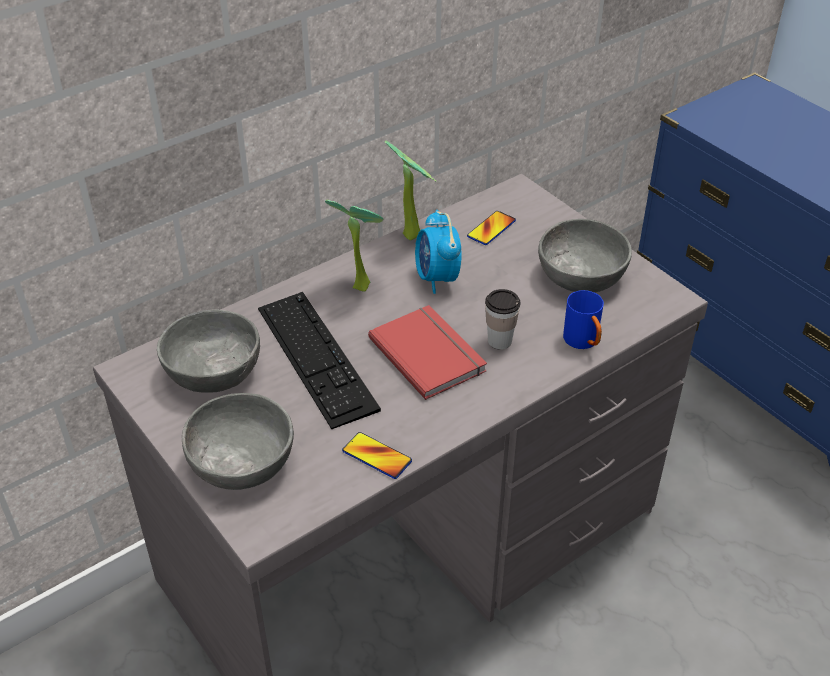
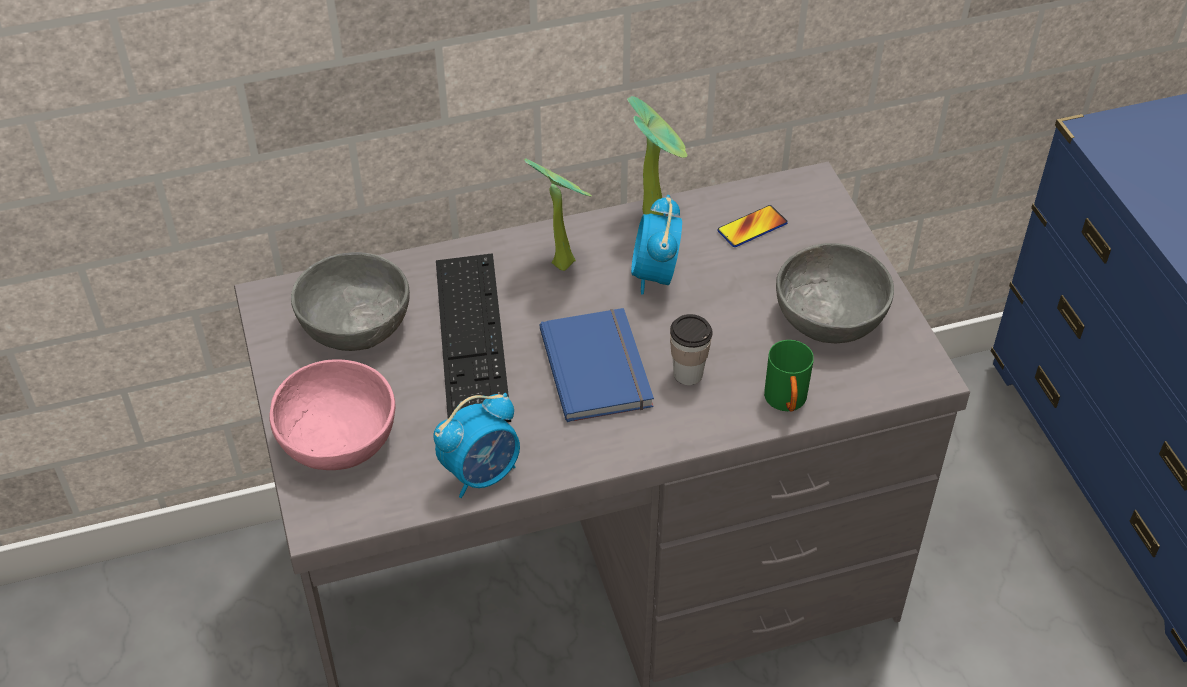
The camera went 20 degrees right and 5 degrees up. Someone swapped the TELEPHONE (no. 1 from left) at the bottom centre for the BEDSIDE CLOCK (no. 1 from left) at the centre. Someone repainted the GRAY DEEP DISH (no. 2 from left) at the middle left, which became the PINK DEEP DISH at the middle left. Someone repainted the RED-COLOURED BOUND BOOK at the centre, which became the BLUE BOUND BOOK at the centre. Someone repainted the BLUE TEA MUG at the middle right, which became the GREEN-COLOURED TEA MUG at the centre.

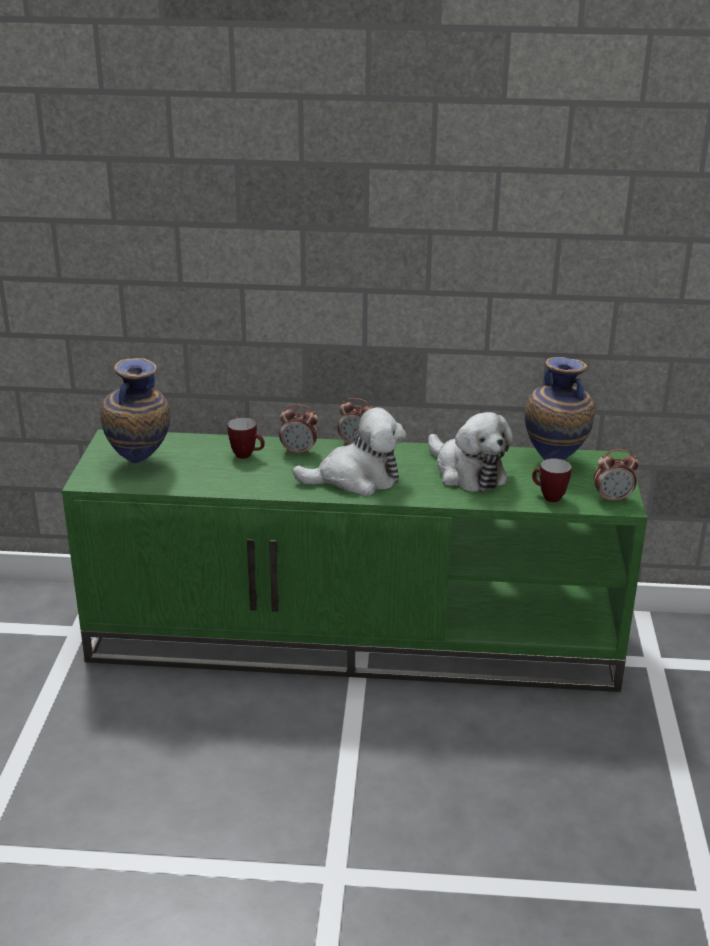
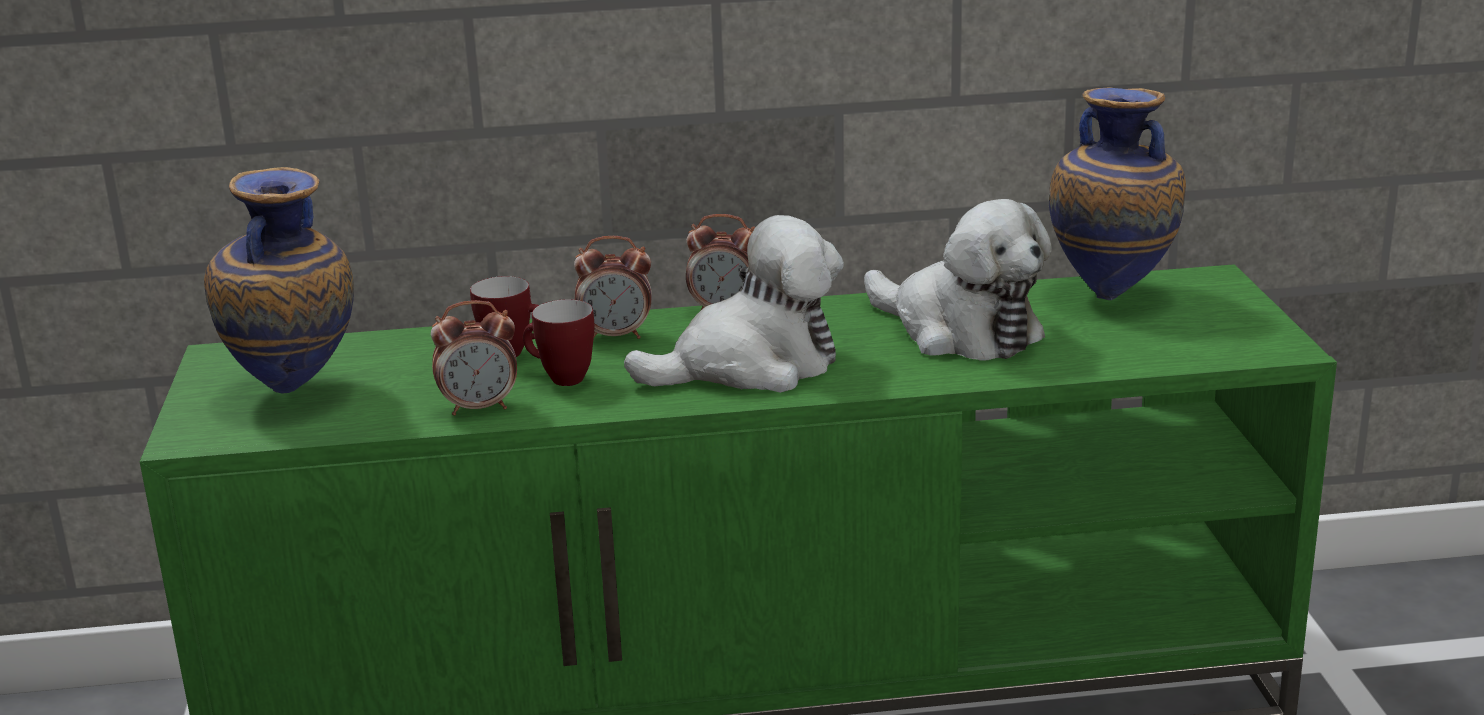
The camera went 10 degrees left and 5 degrees down. Someone carried the TEA MUG (no. 2 from left) from the middle right to the centre. Someone carried the BEDSIDE CLOCK (no. 3 from left in the first image) from the middle right to the middle left.

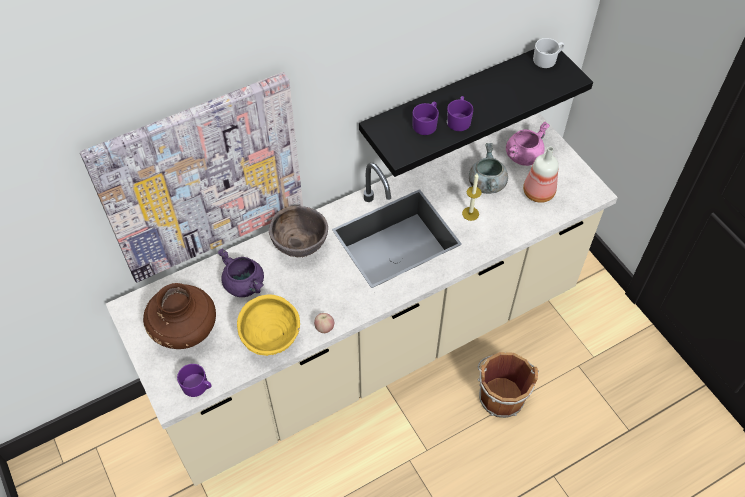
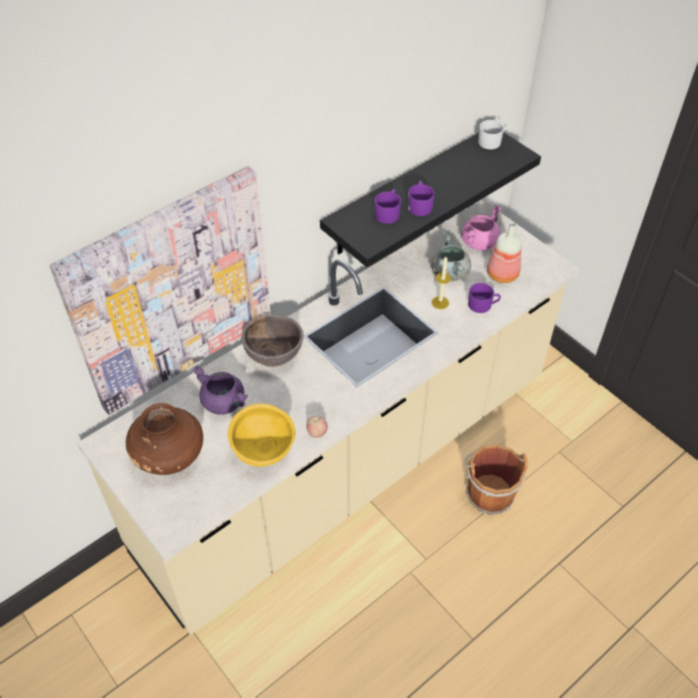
The camera went 10 degrees left and 5 degrees down. Someone carried the PURPLE TEA MUG (no. 1 from left in the first image) from the bottom left to the middle right.

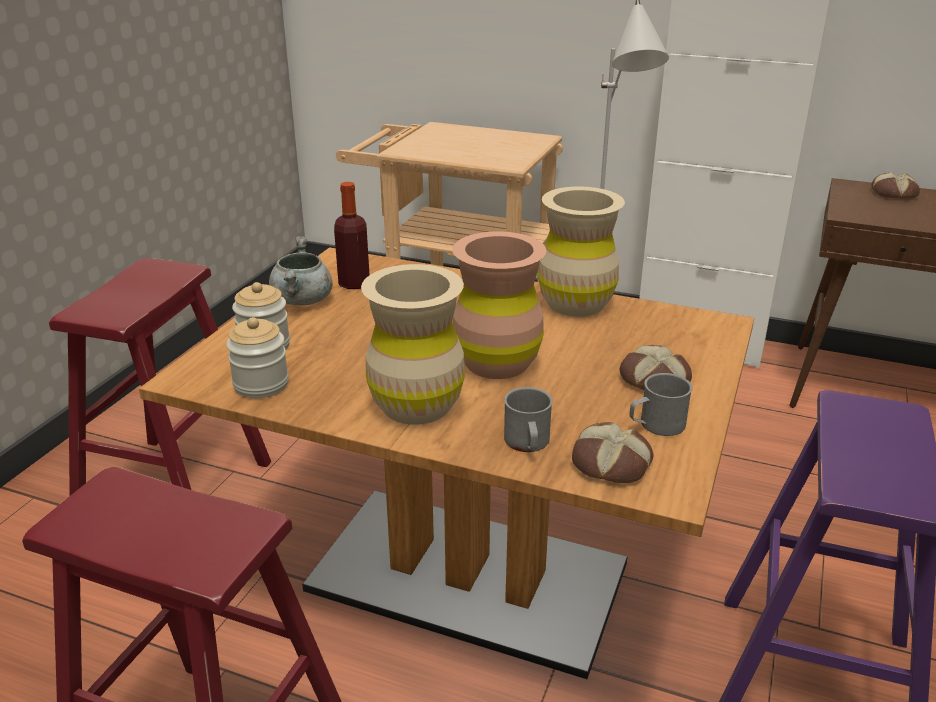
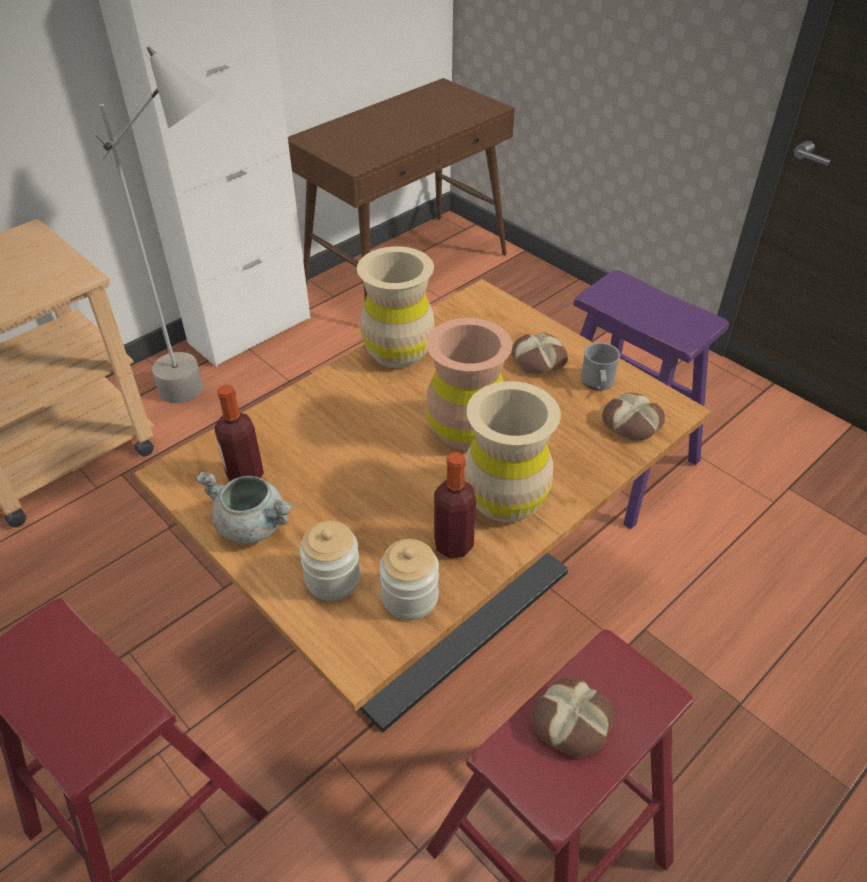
The camera went 65 degrees left and 15 degrees up. Someone took away the GRAY TEA MUG (no. 1 from left) at the centre. Someone put down the BOTTLE (no. 2 from left) at the centre. Someone carried the BAKED BREAD (no. 3 from left in the first image) from the top right to the bottom centre.

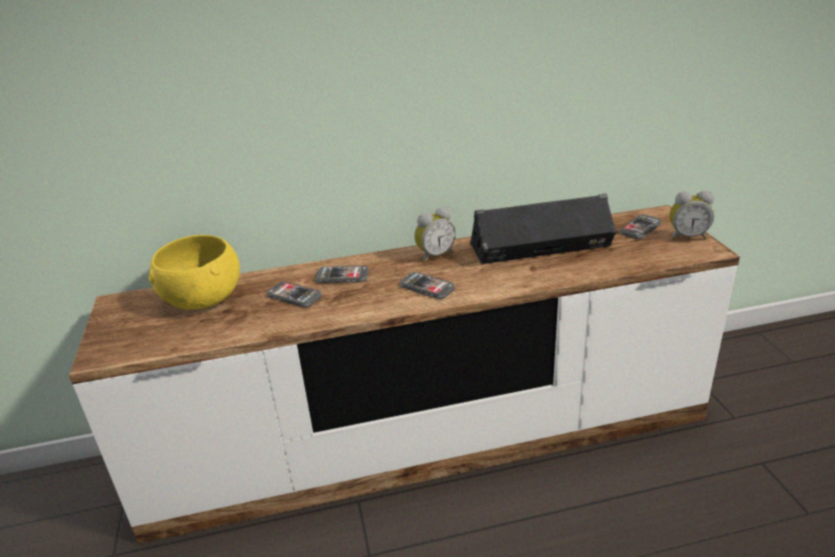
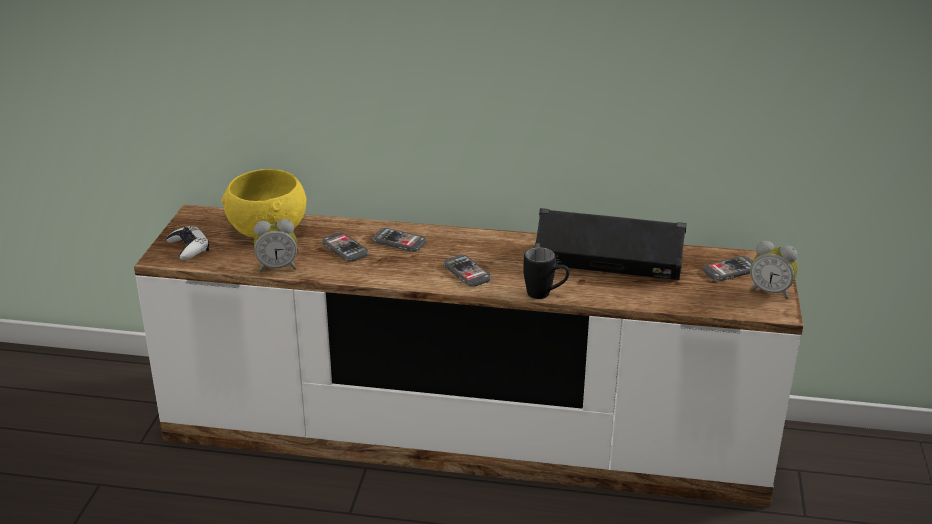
The camera went 20 degrees right and 0 degrees up. Someone put down the WHITE GAME CONTROLLER at the middle left. Someone put down the BLACK-COLOURED TEA MUG at the centre. Someone carried the BEDSIDE CLOCK (no. 1 from left) from the centre to the middle left.

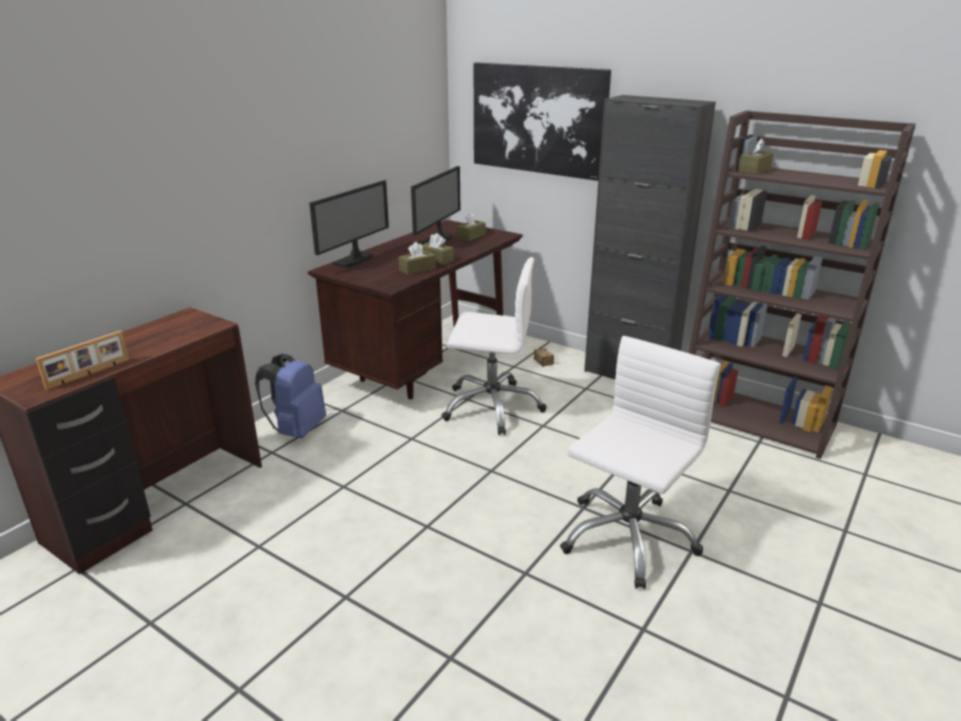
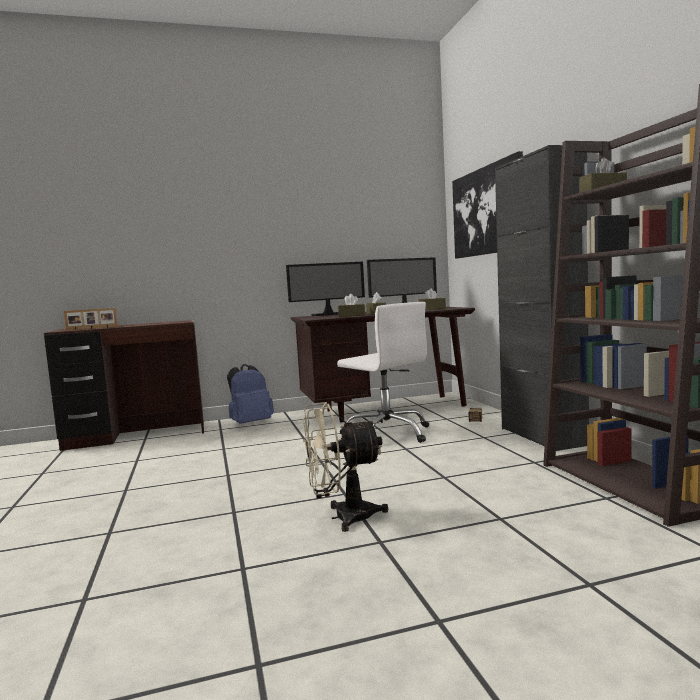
The camera went 40 degrees right and 20 degrees down. Someone swapped the WHITE COMPUTER CHAIR (no. 2 from left) at the centre for the SAND-COLOURED ELECTRIC FAN at the bottom centre.

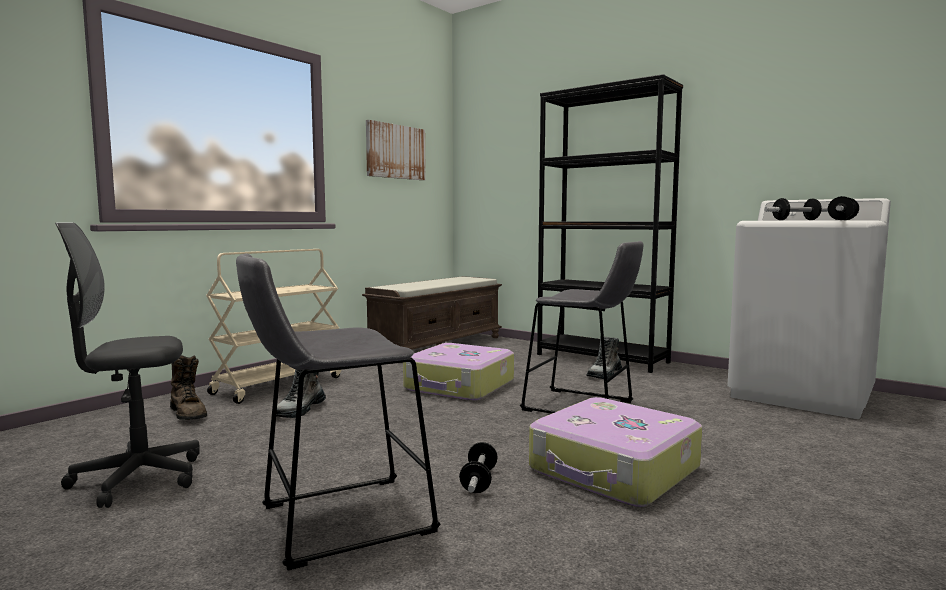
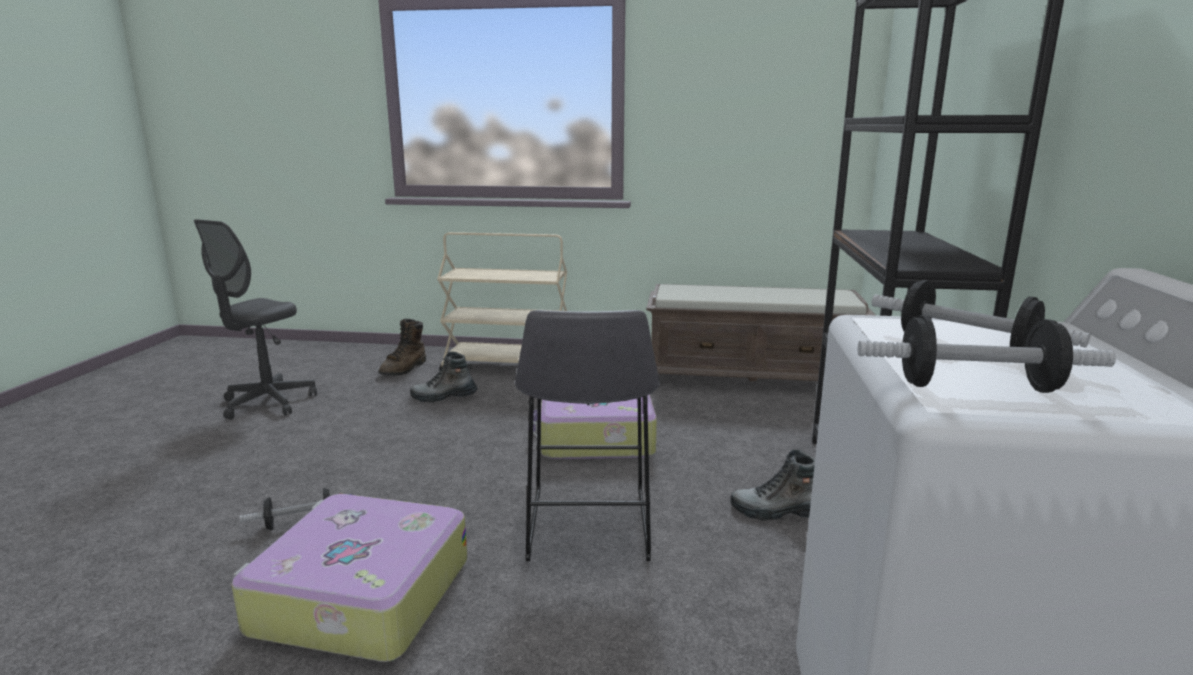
The camera went 60 degrees right and 10 degrees up. Someone took away the GRAY SITTING STOOL (no. 1 from left) at the bottom centre. Someone took away the WALL ART at the top centre. Someone rotated the GRAY COMPUTER CHAIR at the middle left by 105 degrees counterclockwise.

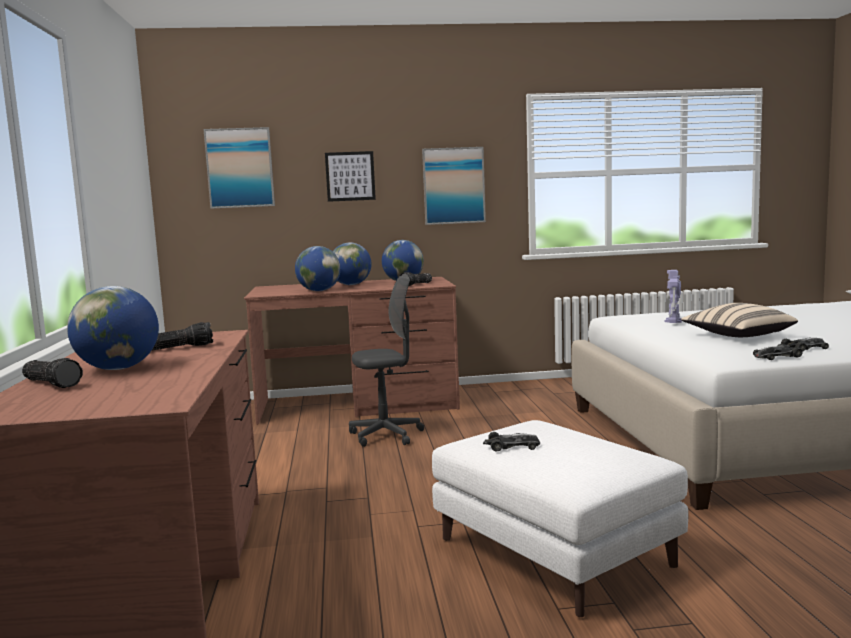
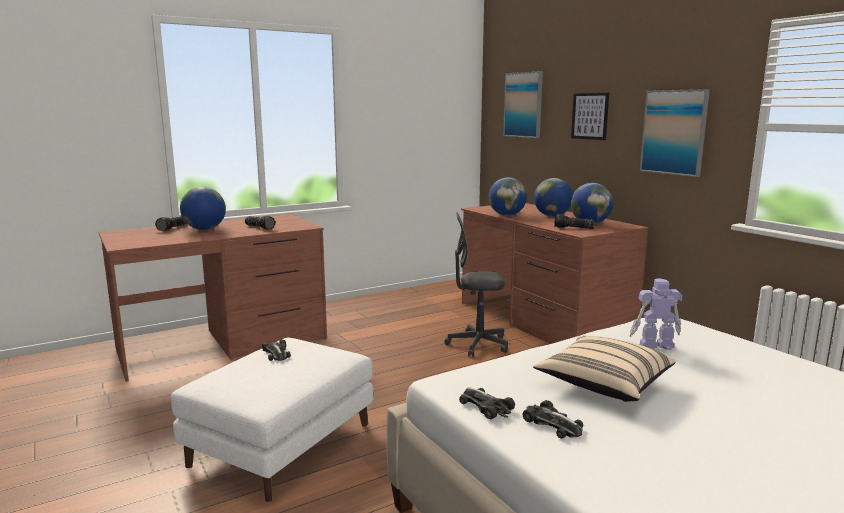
The camera went 65 degrees right and 5 degrees up. Someone rotated the GRAY COMPUTER CHAIR at the centre by 135 degrees clockwise.

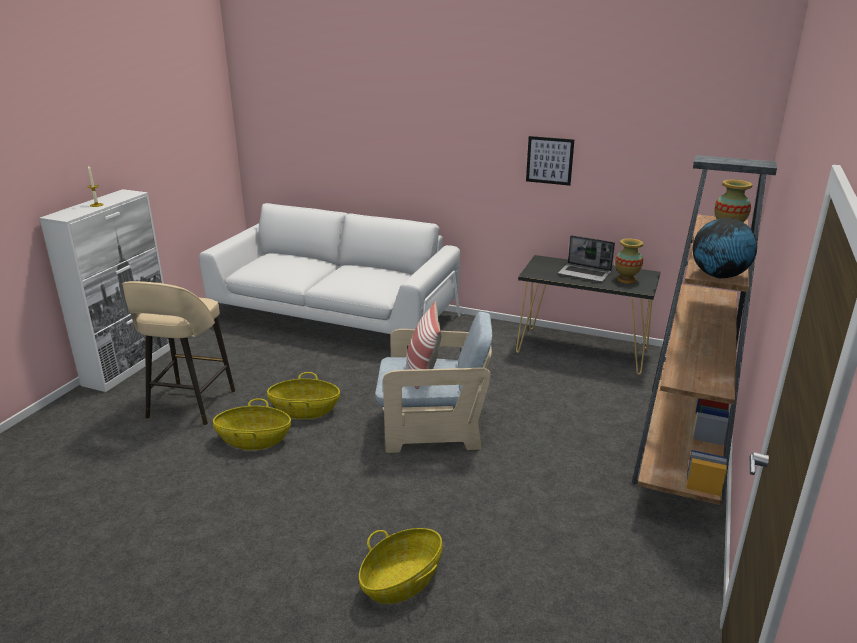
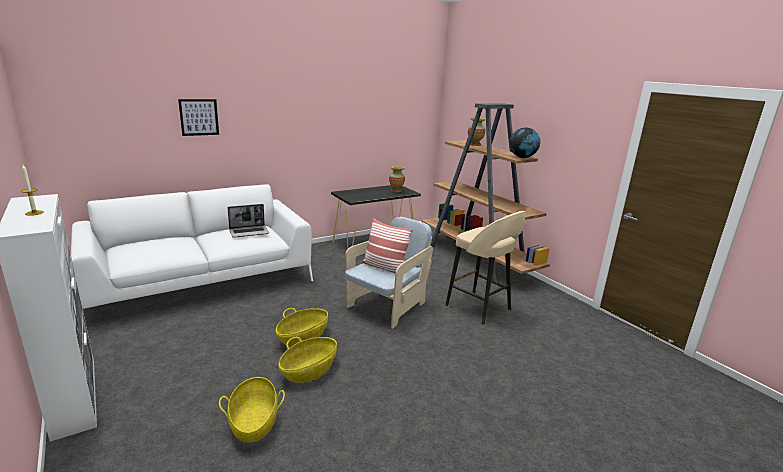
The camera went 55 degrees left and 5 degrees down. Someone carried the SAND-COLOURED SITTING STOOL from the middle left to the centre. Someone carried the HOUSEHOLD BASKET (no. 3 from left in the first image) from the bottom centre to the bottom left. Someone carried the WALL ART from the top centre to the top left. Someone carried the PORTABLE COMPUTER from the middle right to the middle left.

